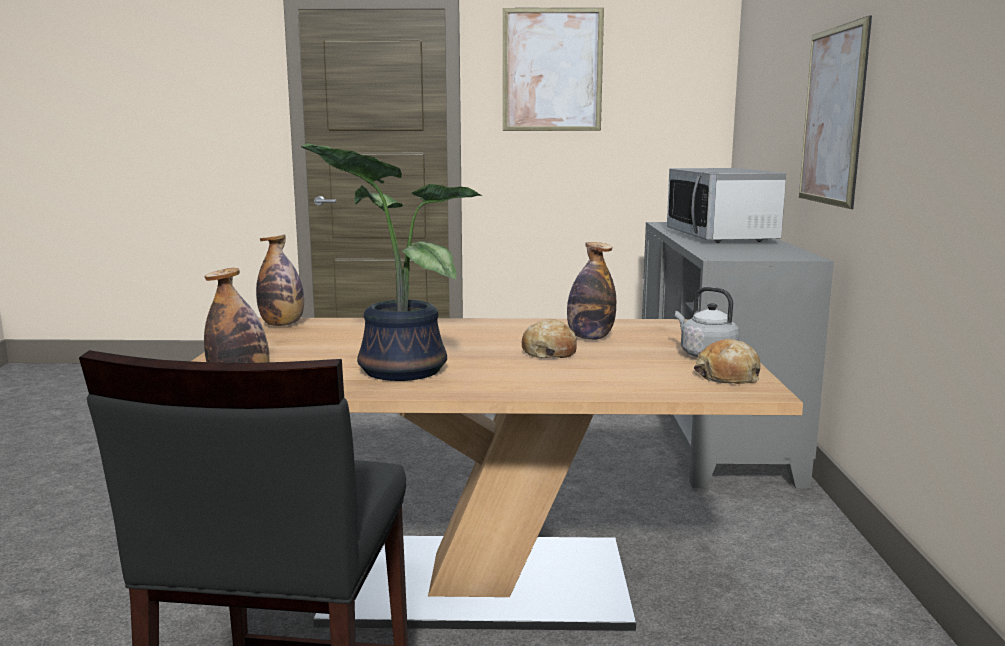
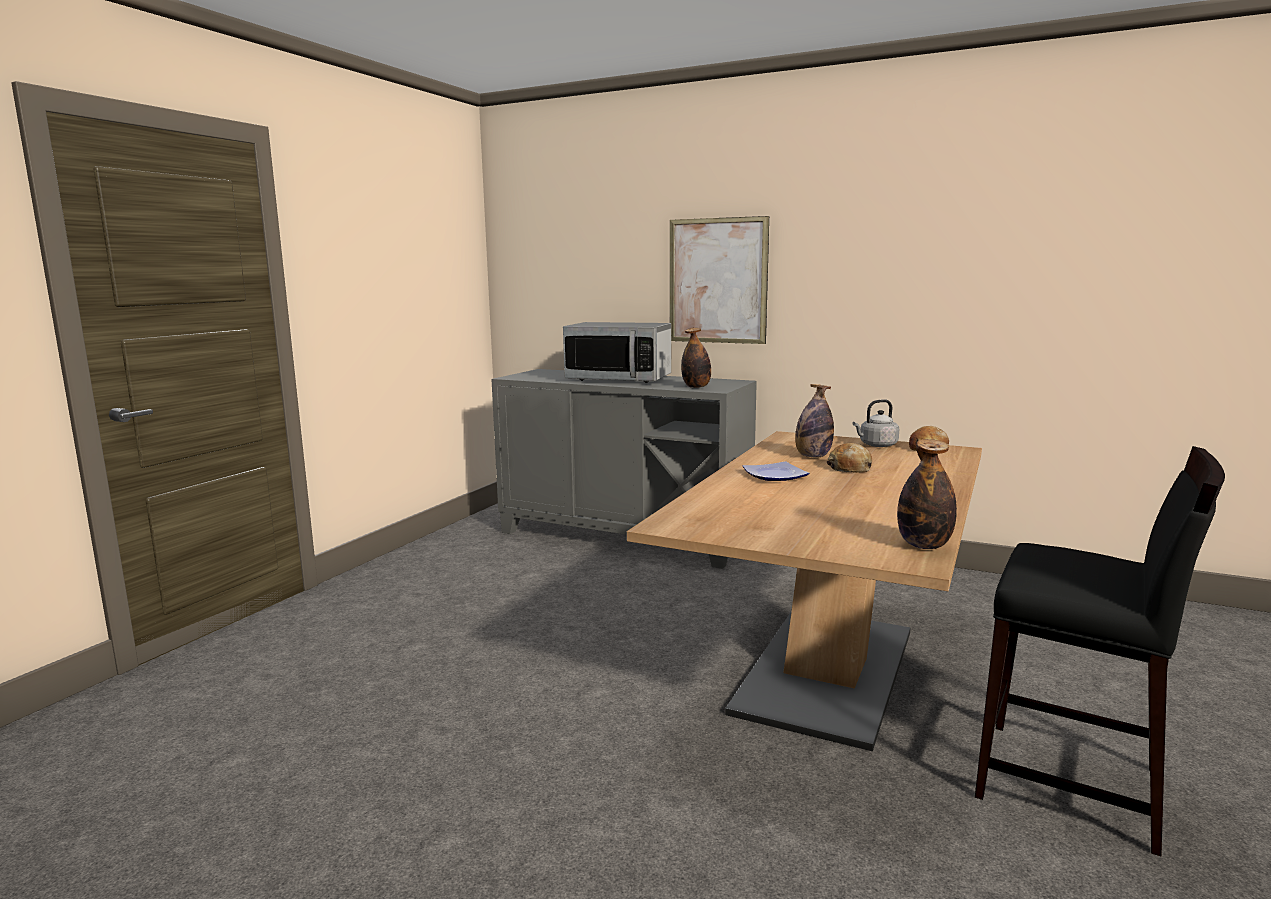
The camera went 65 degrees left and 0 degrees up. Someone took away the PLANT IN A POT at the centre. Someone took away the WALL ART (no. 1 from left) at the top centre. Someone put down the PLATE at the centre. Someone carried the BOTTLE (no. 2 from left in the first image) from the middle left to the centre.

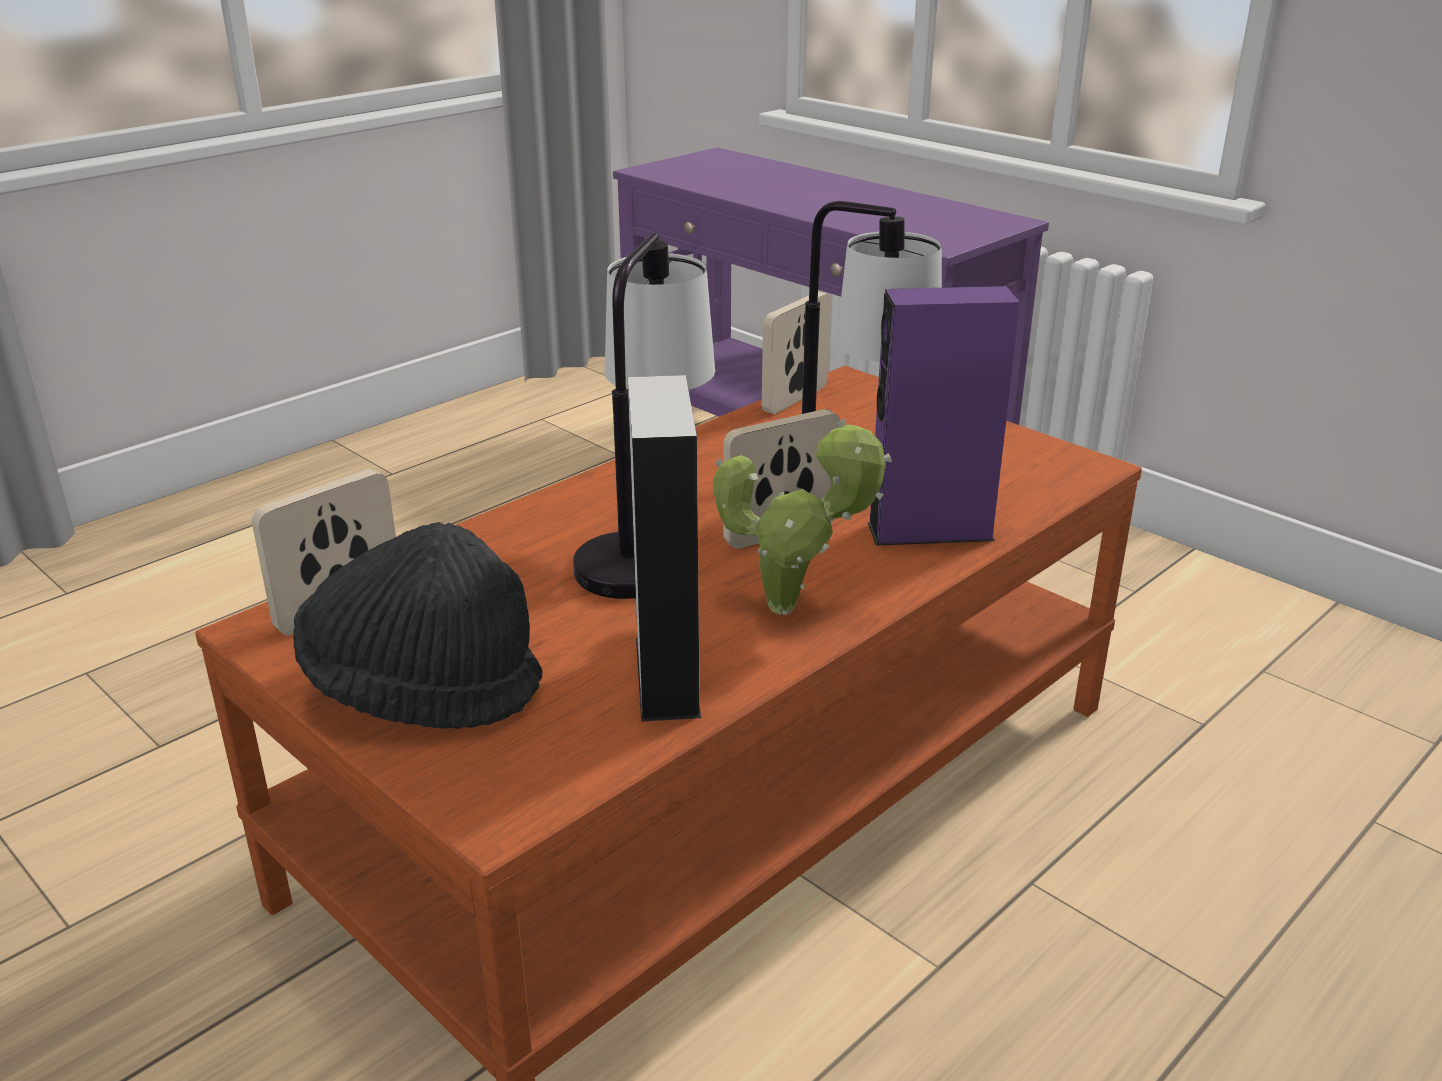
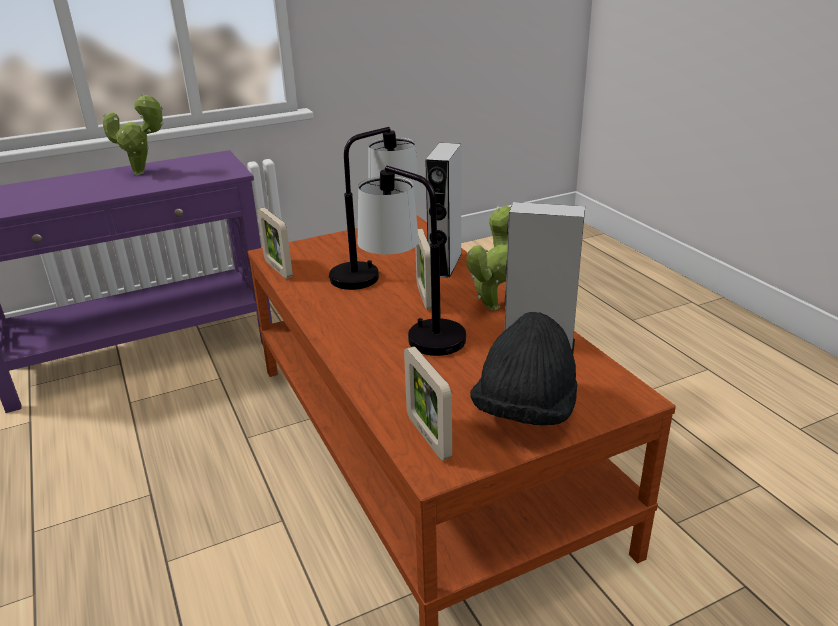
The camera went 70 degrees left and 0 degrees up. Someone put down the PLANT IN A POT (no. 1 from left) at the top left. Someone repainted the PURPLE SPEAKER at the centre, which became the GRAY SPEAKER (no. 1 from left) at the centre.

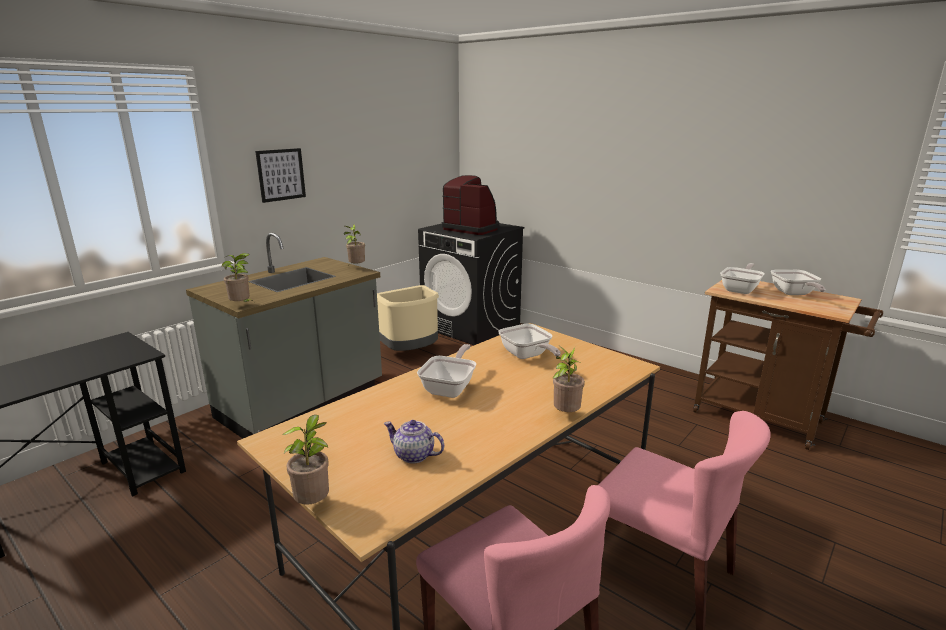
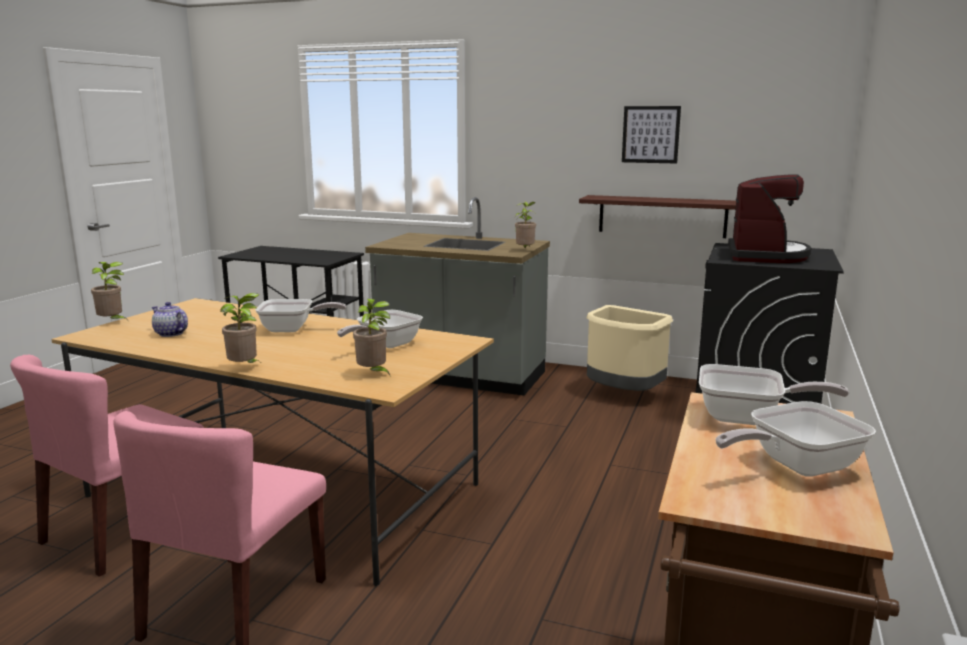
The camera went 70 degrees right and 5 degrees down. Someone put up the WALL SHELF at the middle right. Someone carried the PLANT IN A POT (no. 1 from left in the first image) from the middle left to the centre. Someone carried the WALL ART from the top left to the top right. Someone rotated the TEA POT at the bottom centre by 60 degrees counterclockwise.

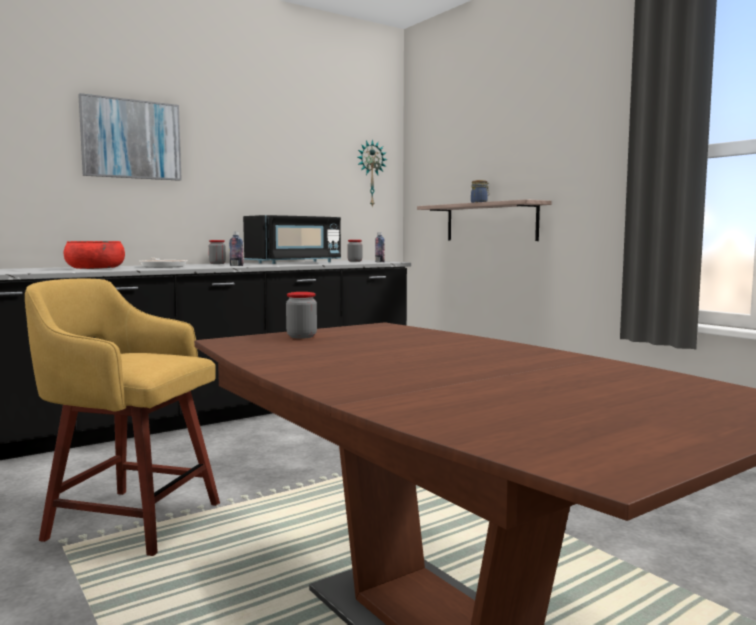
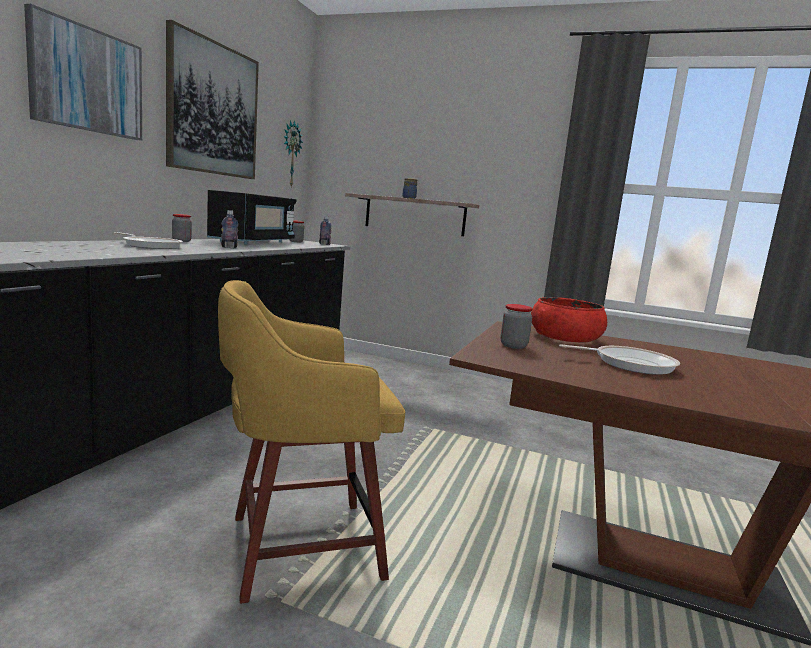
The camera went 35 degrees left and 5 degrees up. Someone put up the WALL ART (no. 2 from left) at the top left. Someone put down the FRYING PAN (no. 2 from left) at the middle right. Someone carried the RED-COLOURED DEEP DISH from the middle left to the middle right.

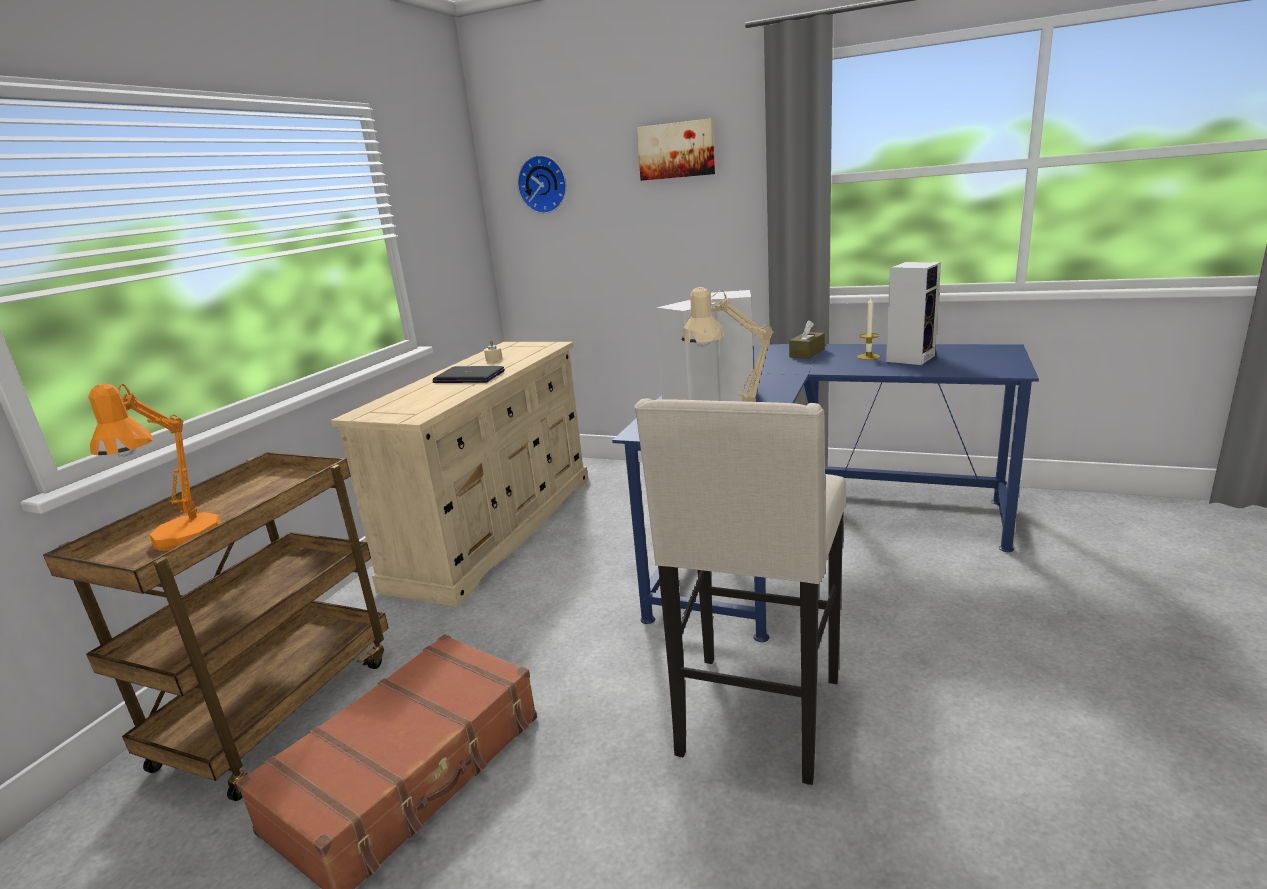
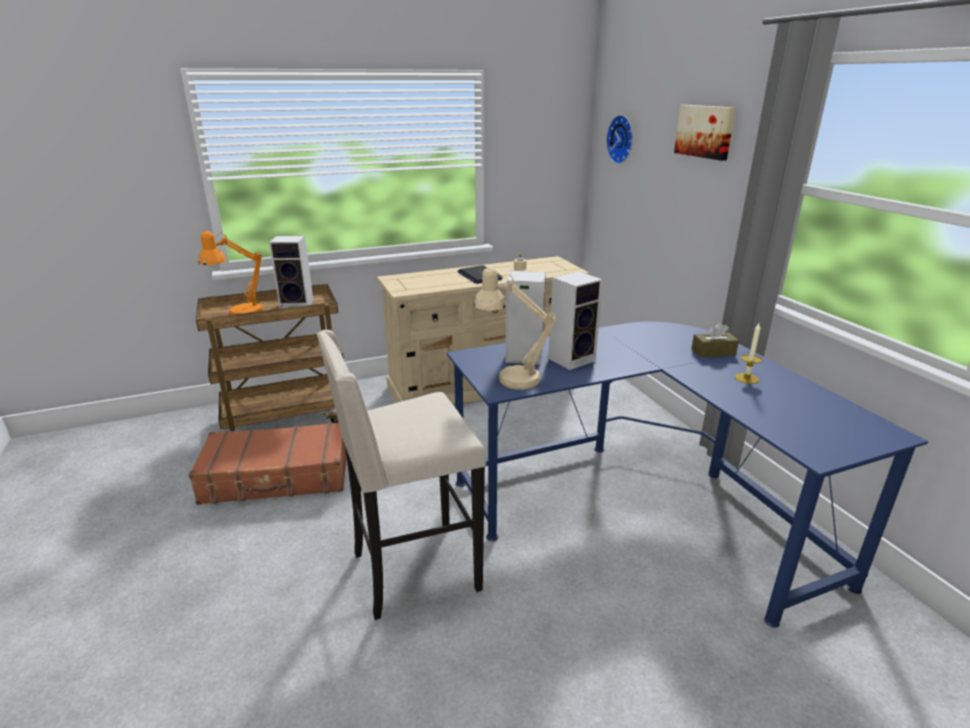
The camera went 45 degrees right and 5 degrees up. Someone carried the SPEAKER (no. 3 from left in the first image) from the middle right to the middle left.

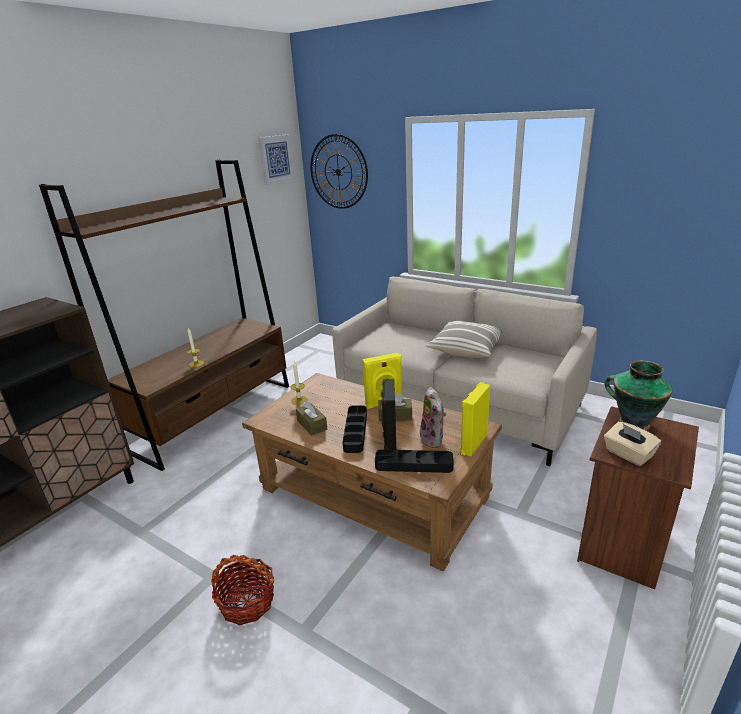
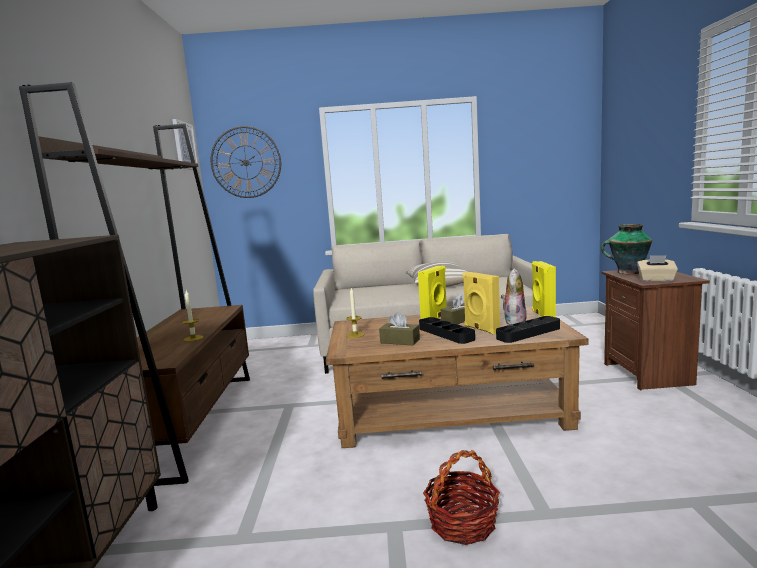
The camera went 35 degrees left and 15 degrees down. Someone repainted the BLACK-COLOURED SPEAKER at the centre, which became the YELLOWISH SPEAKER (no. 2 from left) at the centre. Someone rotated the PLUSH TOY at the centre by 105 degrees counterclockwise.

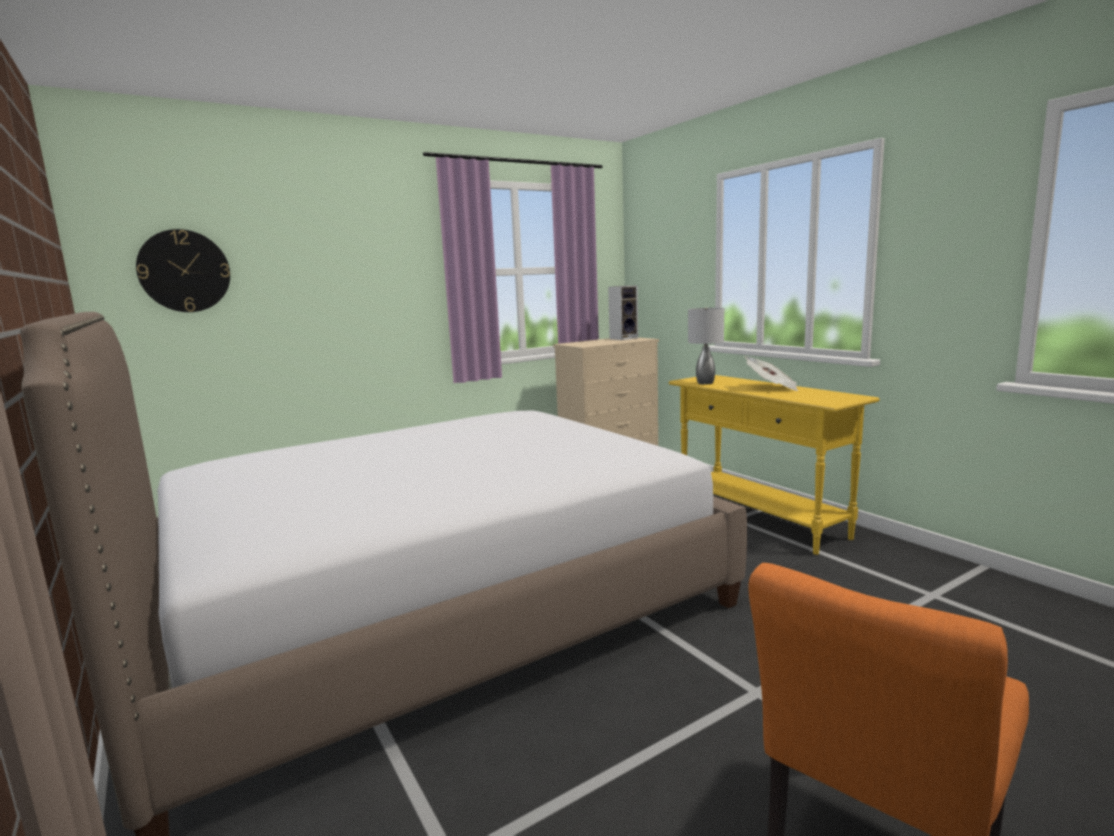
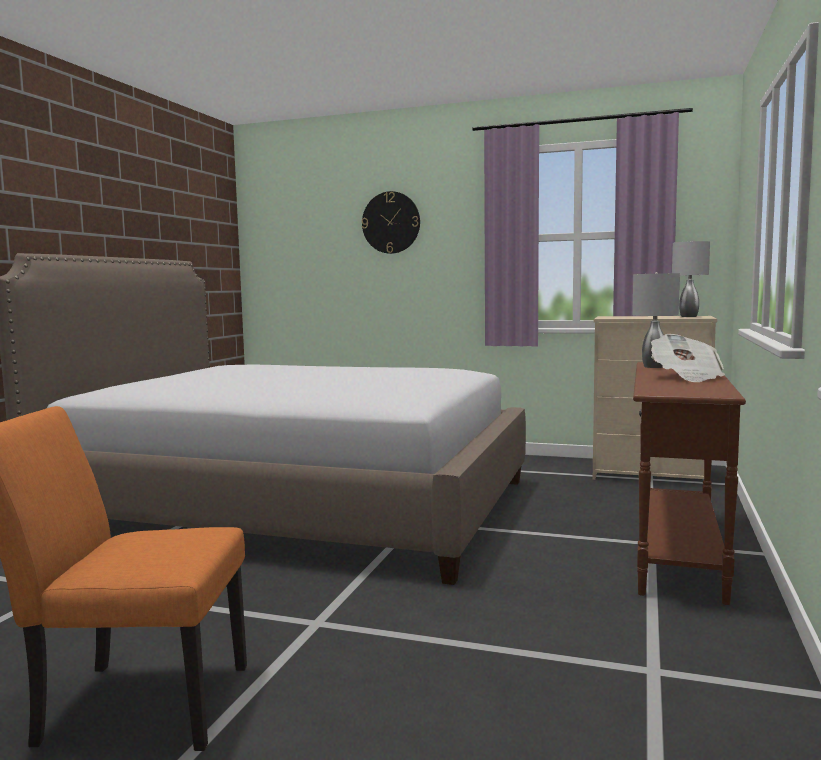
The camera went 50 degrees right and 5 degrees down. Someone carried the WALL CLOCK from the top left to the top centre. Someone swapped the SPEAKER at the centre for the GRAY TABLE LAMP (no. 2 from left) at the middle right. Someone repainted the YELLOWISH CONSOLE TABLE at the middle right, which became the BROWN-COLOURED CONSOLE TABLE at the middle right.

